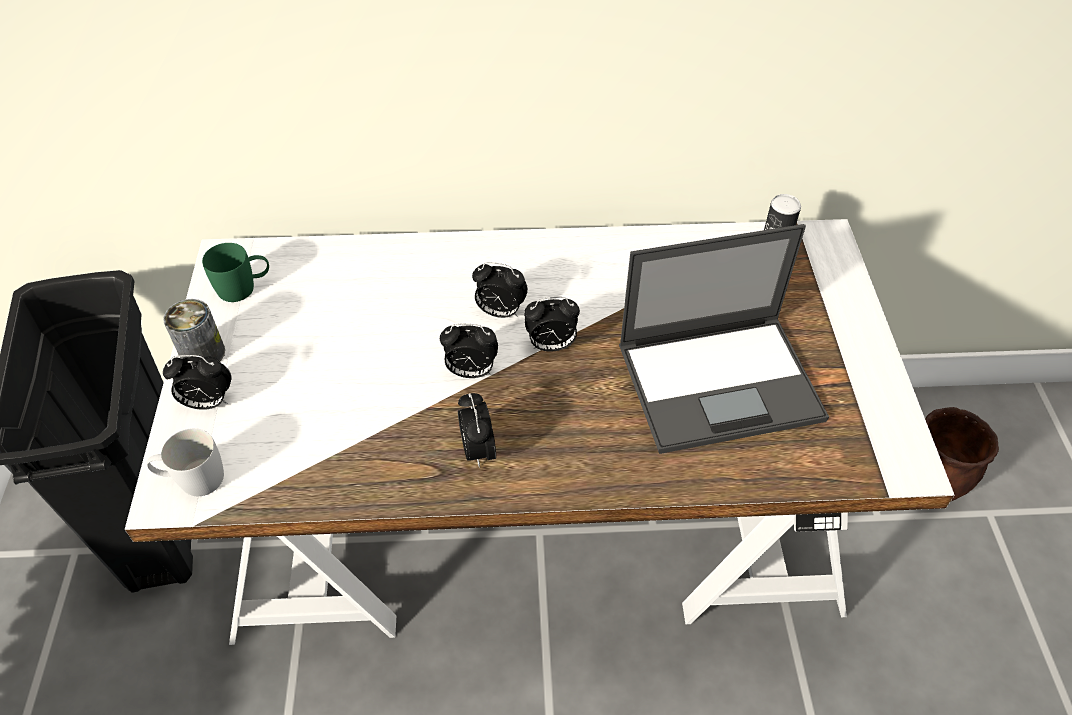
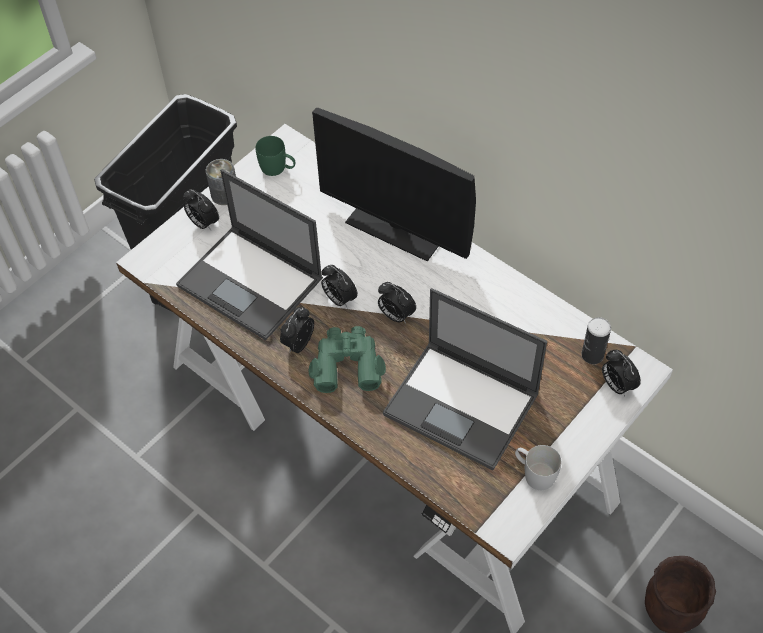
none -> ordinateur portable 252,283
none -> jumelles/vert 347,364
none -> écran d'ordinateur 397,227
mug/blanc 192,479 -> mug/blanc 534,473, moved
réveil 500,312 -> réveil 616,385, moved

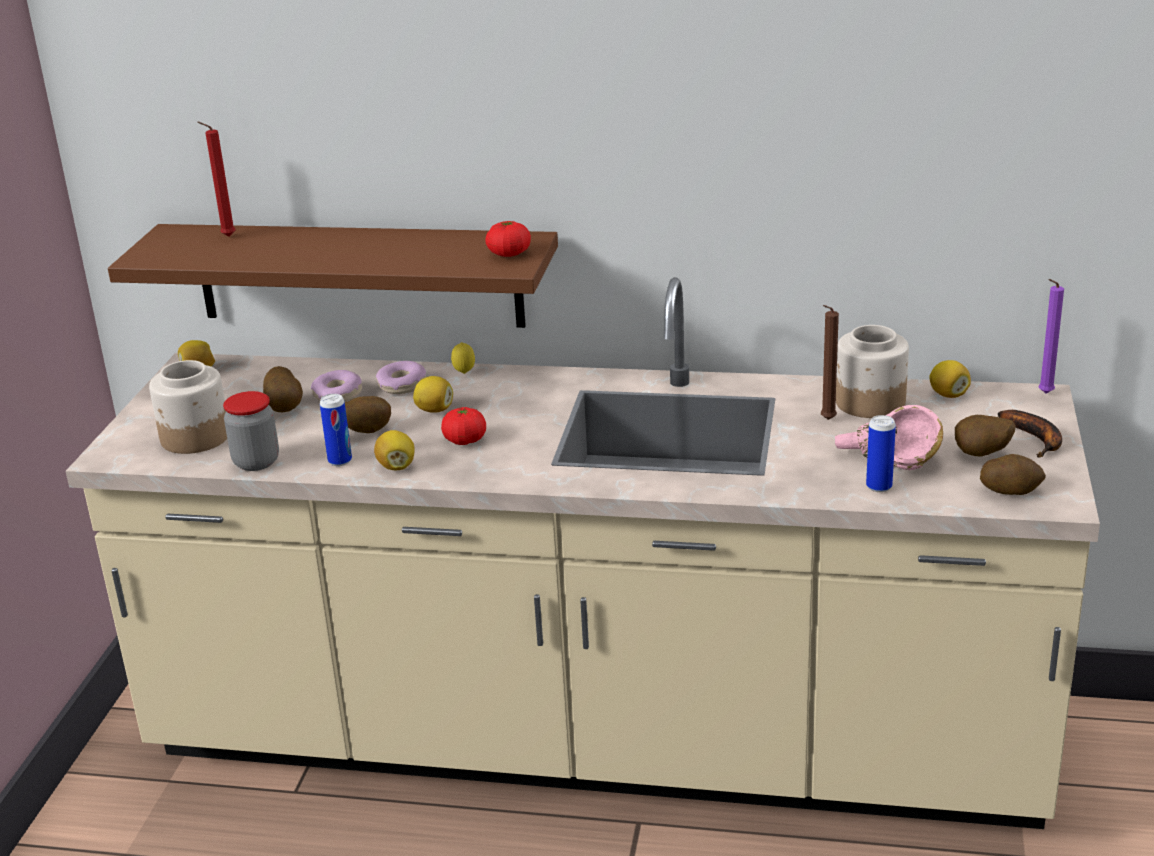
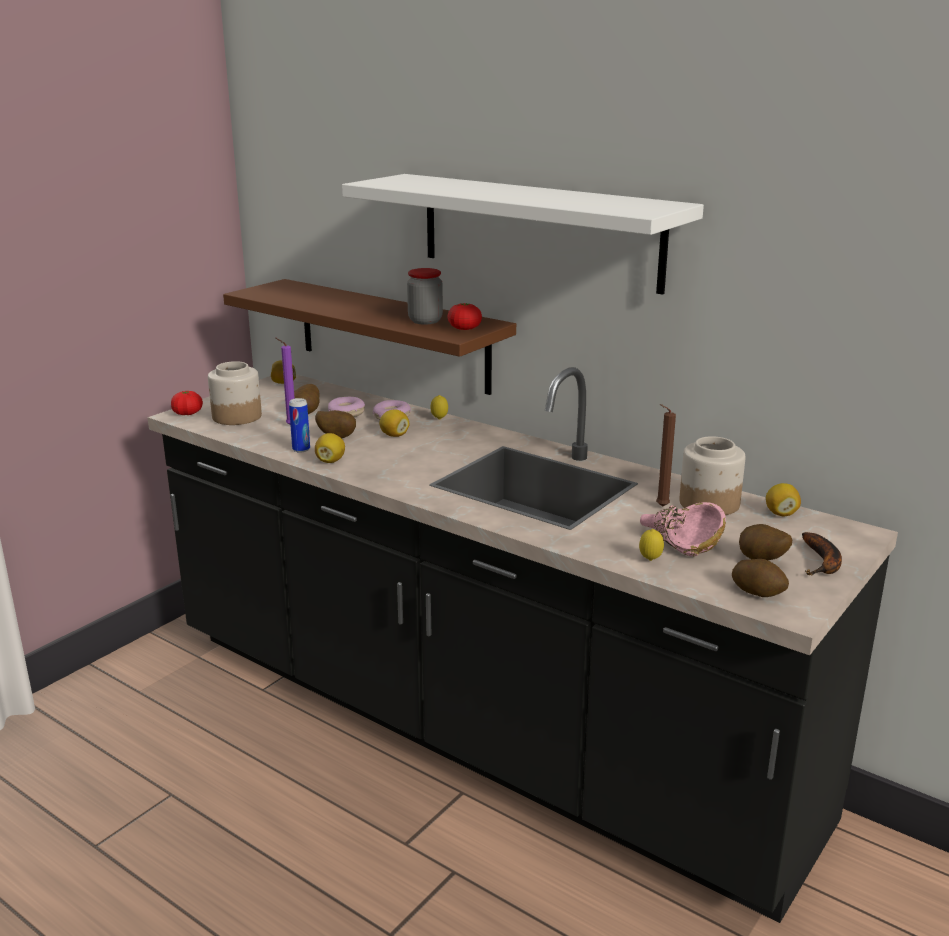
bougie/rouge 226,237 -> none
none -> étagère/blanc 539,231
bocal 256,462 -> bocal 425,321, moved
tomate 465,440 -> tomate 187,413, moved
bougie/violet 1043,394 -> bougie/violet 289,426, moved
boîte métallique 879,486 -> citron 650,560
comptoir de cuisine/beige 594,744 -> comptoir de cuisine/noir 474,728

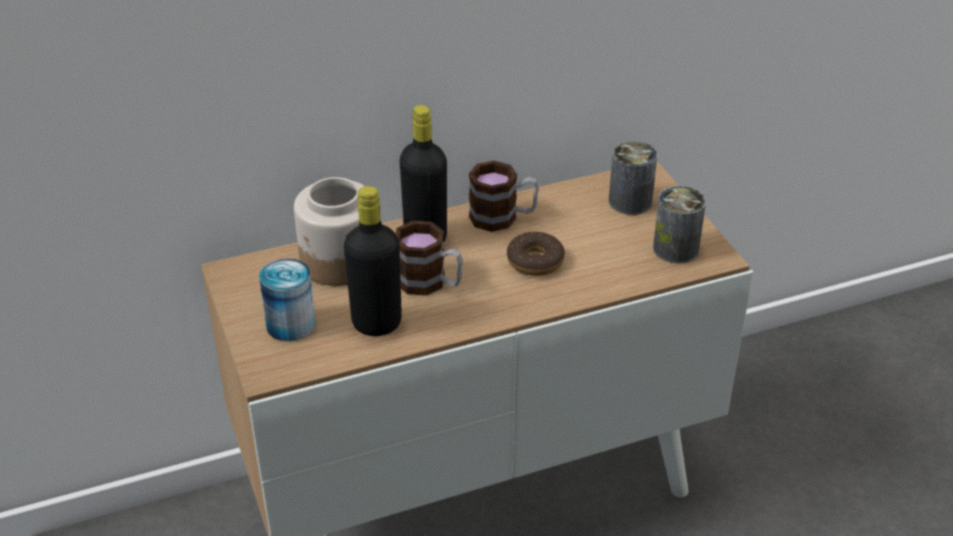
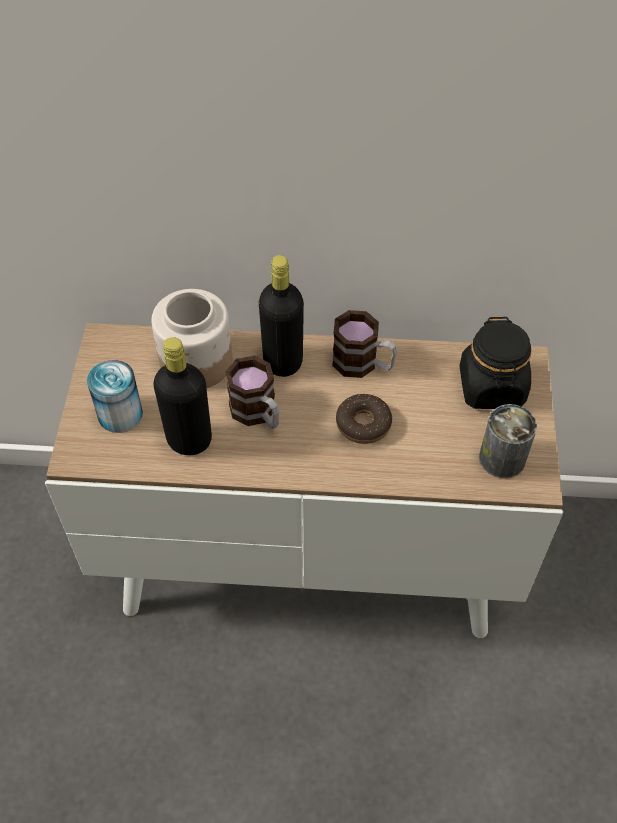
boîte métallique 630,201 -> bocal/noir 491,387

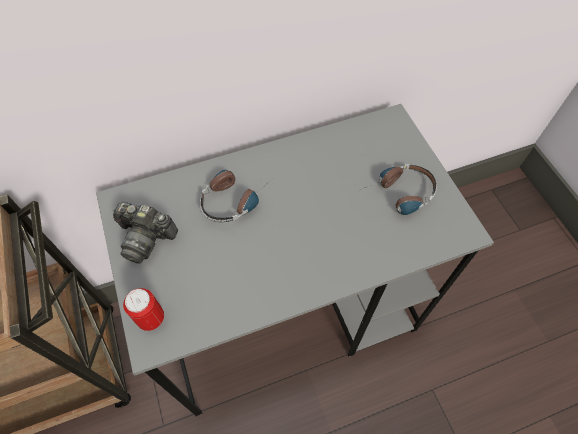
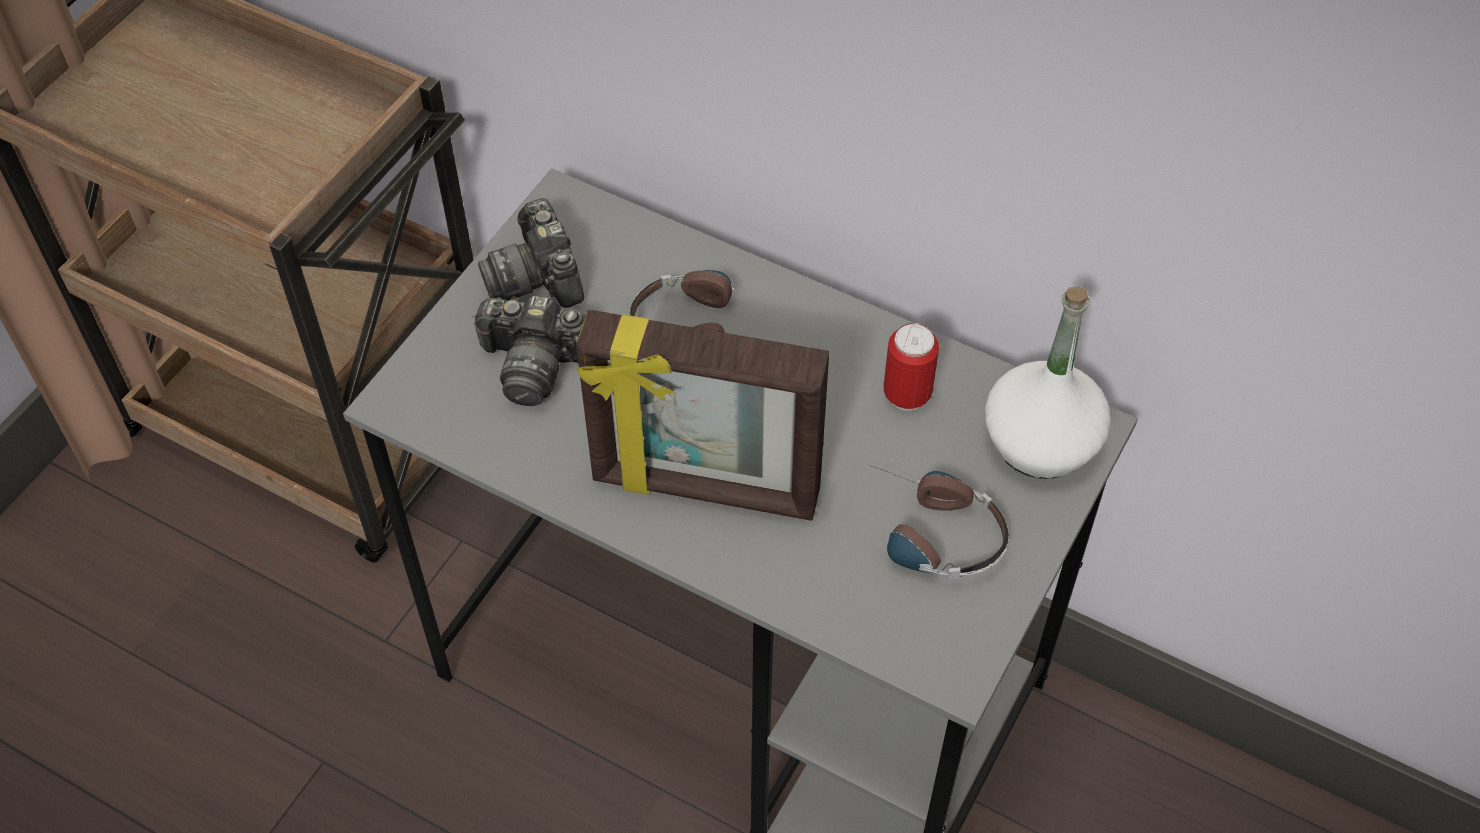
none -> appareil photo 533,365
none -> cadre photo 705,489
none -> bouteille/blanc 1040,441
boîte métallique 151,318 -> boîte métallique 907,395, moved

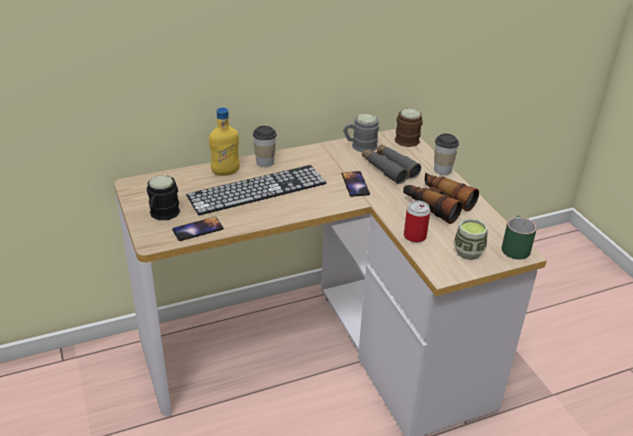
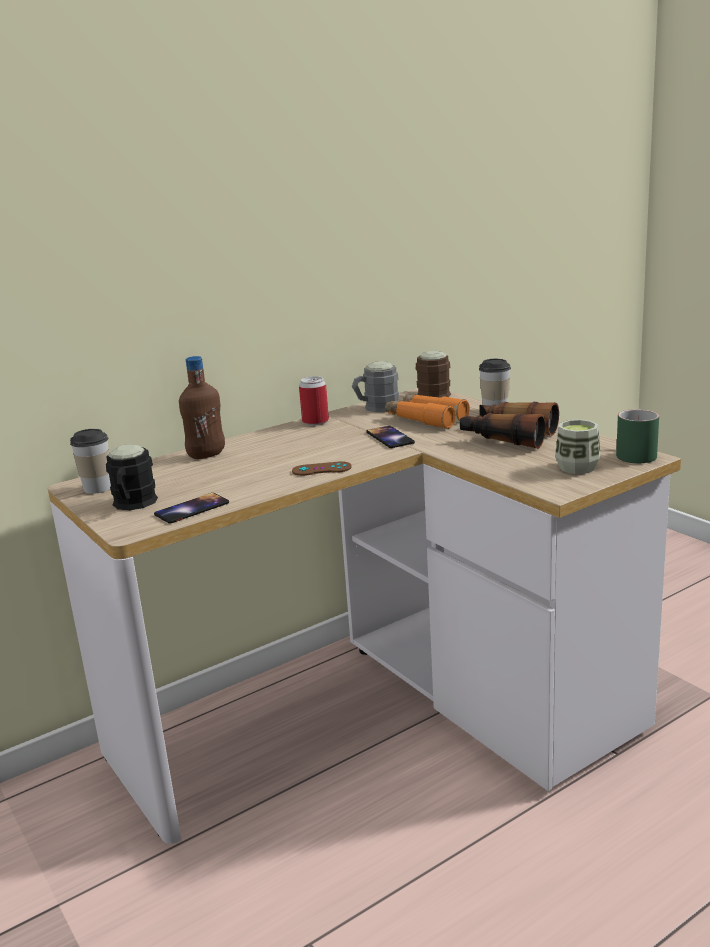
clavier 257,189 -> none
none -> manette/marron 321,469
tasse 265,162 -> tasse 98,488, moved
boîte métallique 414,236 -> boîte métallique 315,421, moved
bouteille/jaune 225,172 -> bouteille/marron 206,455
jumelles/gris 389,168 -> jumelles/orange 426,419

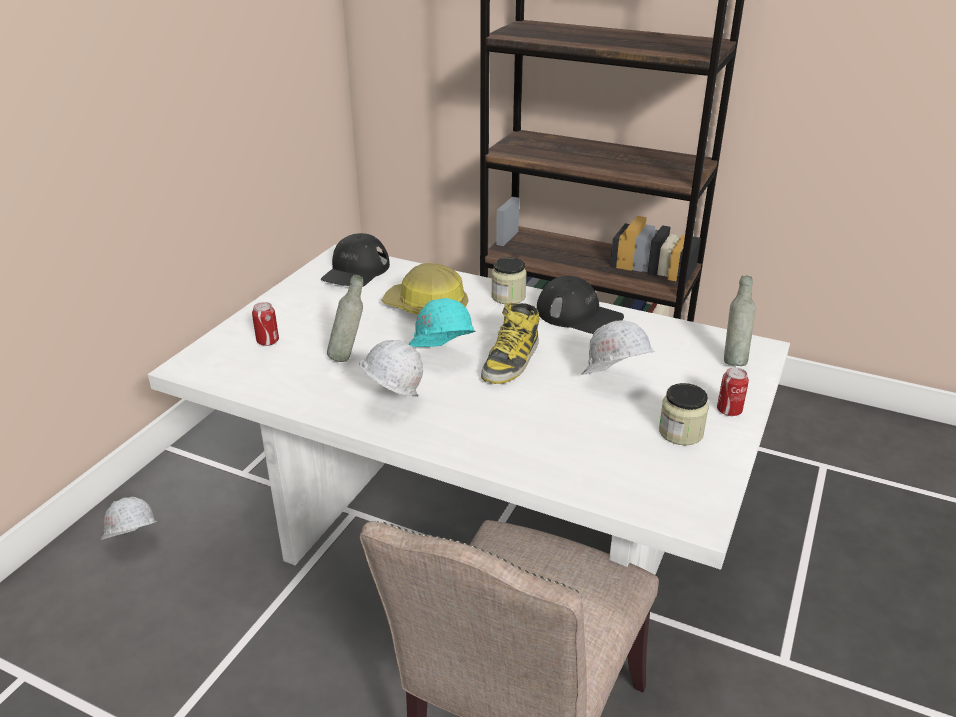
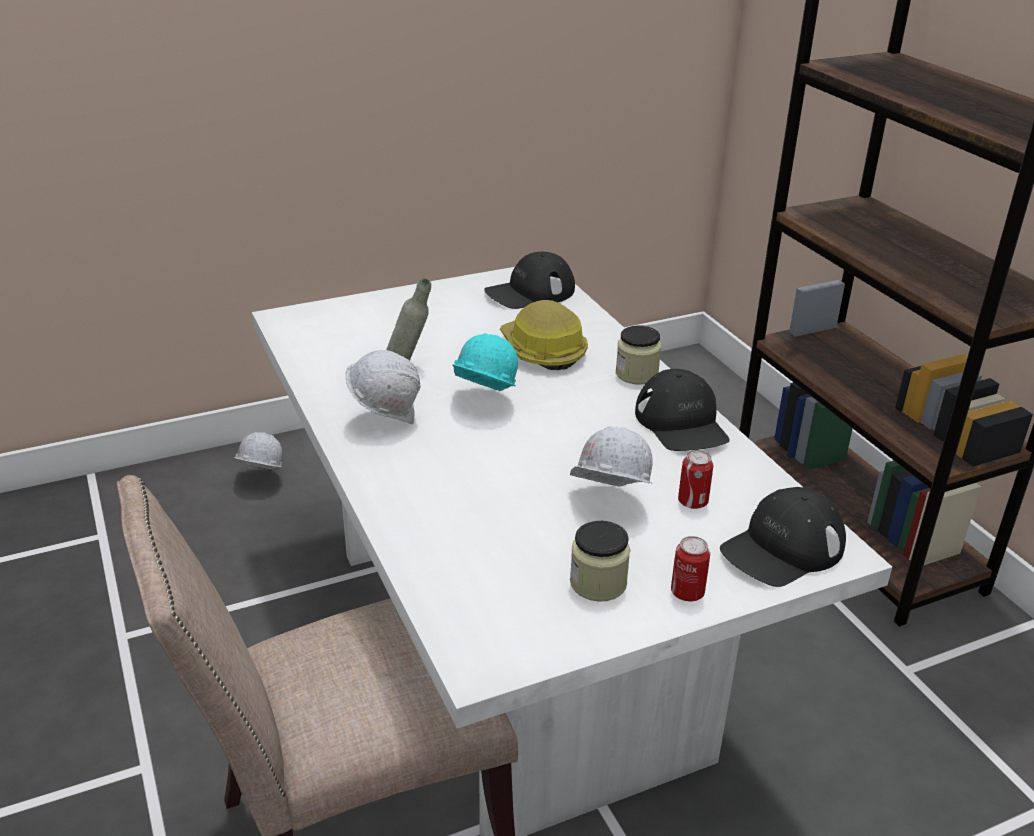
botte 511,361 -> none
boîte métallique 268,341 -> boîte métallique 692,502, moved
bouteille/gris 733,360 -> casquette/noir 782,548

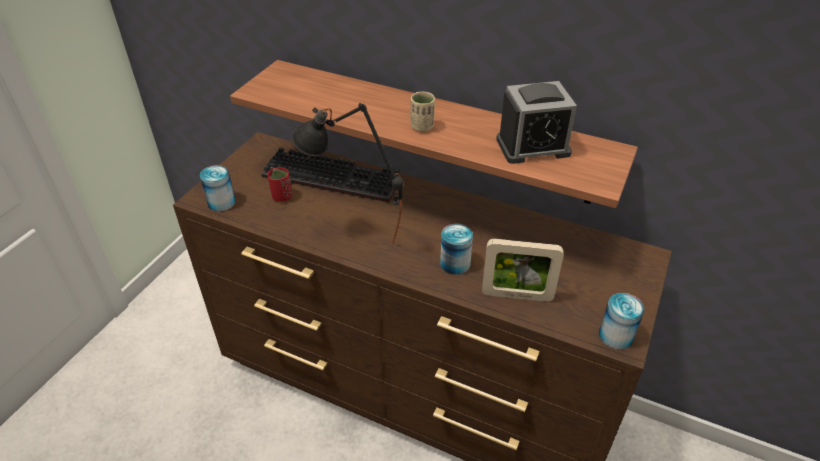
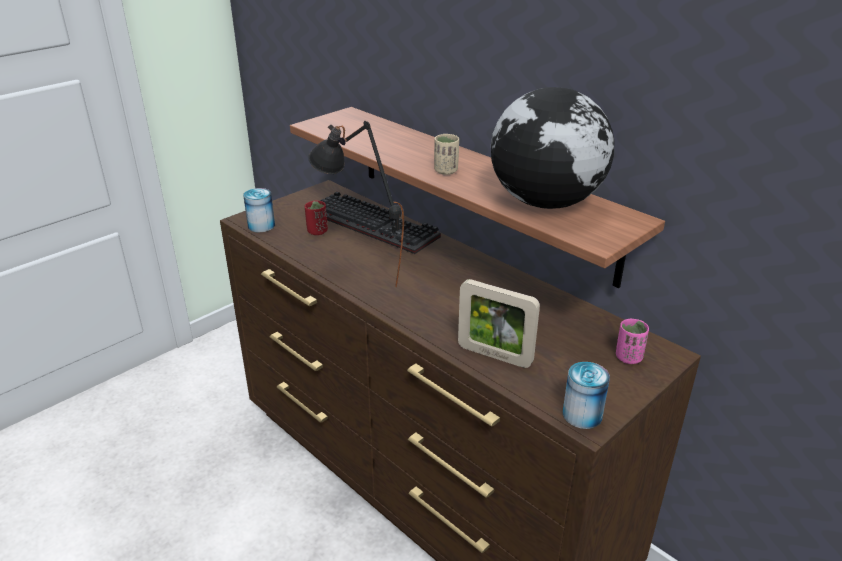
boîte métallique 455,263 -> none
none -> tasse/rose 628,357
réveil 533,147 -> globe 547,202

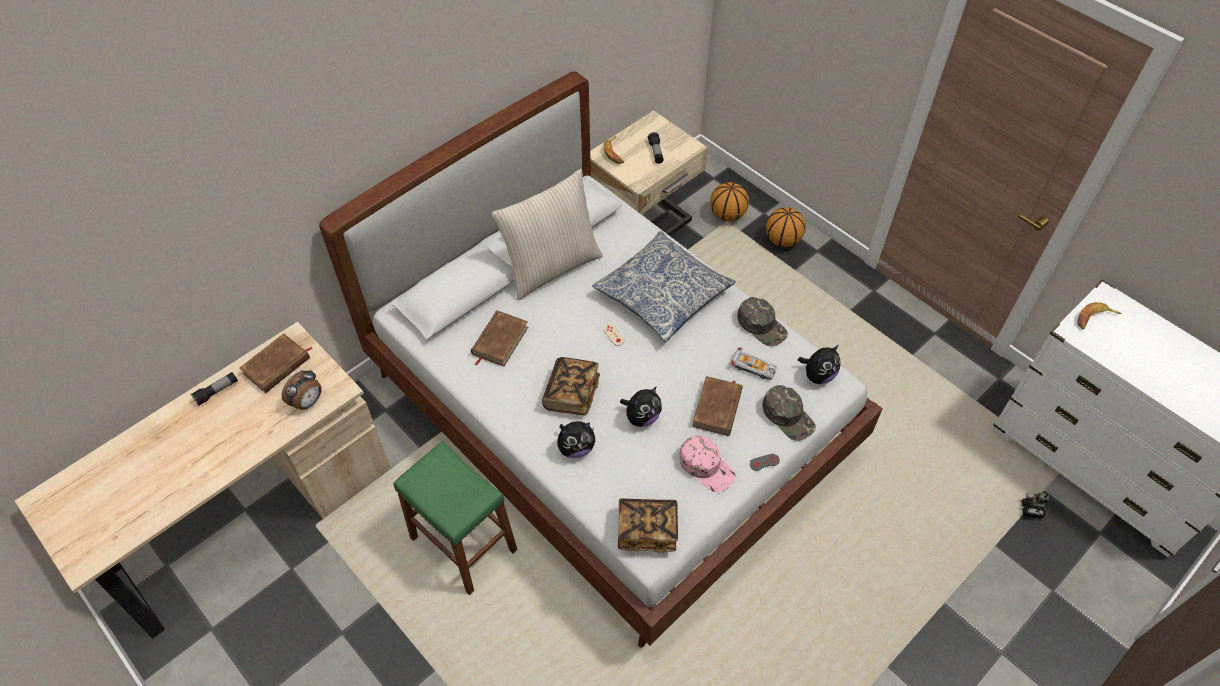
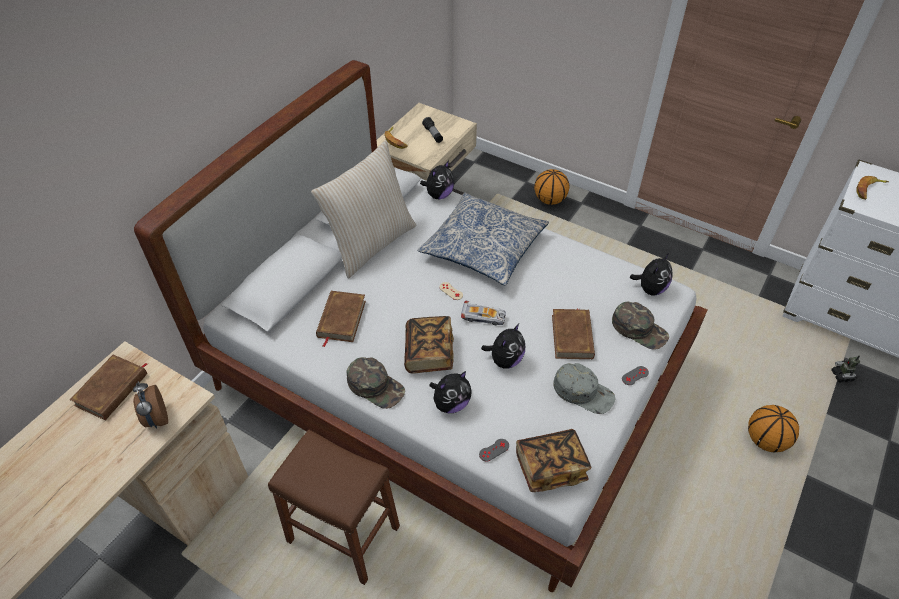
lampe de poche 217,392 -> none
none -> peluche 439,195
none -> manette/gris 494,450
ballon de basket 728,215 -> ballon de basket 766,440, moved
petite voiture 753,367 -> petite voiture 483,316, moved
casquette/vert 762,325 -> casquette/vert 376,386, moved
tabouret/vert 463,544 -> tabouret/marron 343,534
casquette/rose 706,466 -> casquette/gris 583,392
réveil 308,402 -> réveil 156,419, 135 degrees clockwise

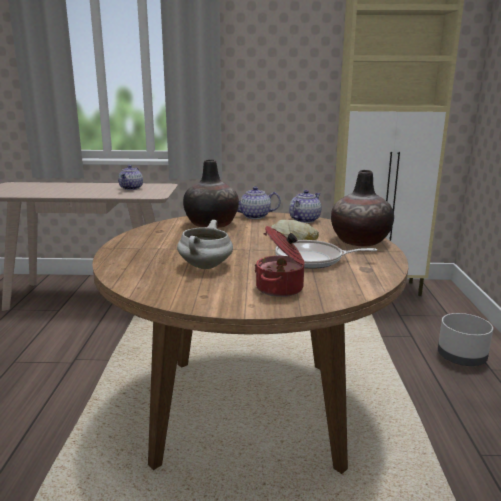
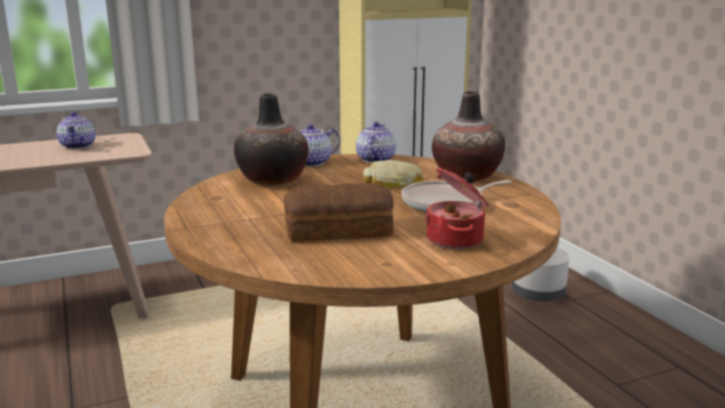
marmite/blanc 205,267 -> pain 340,231

